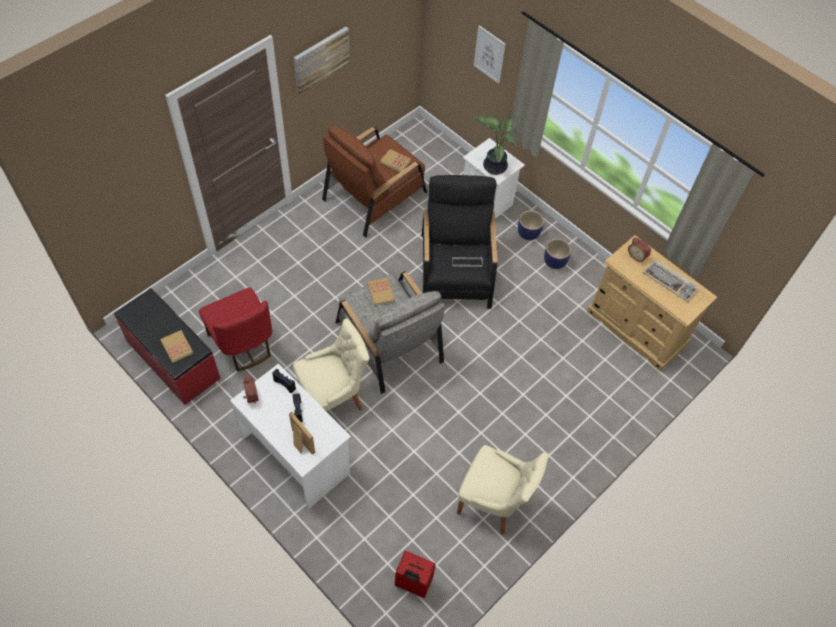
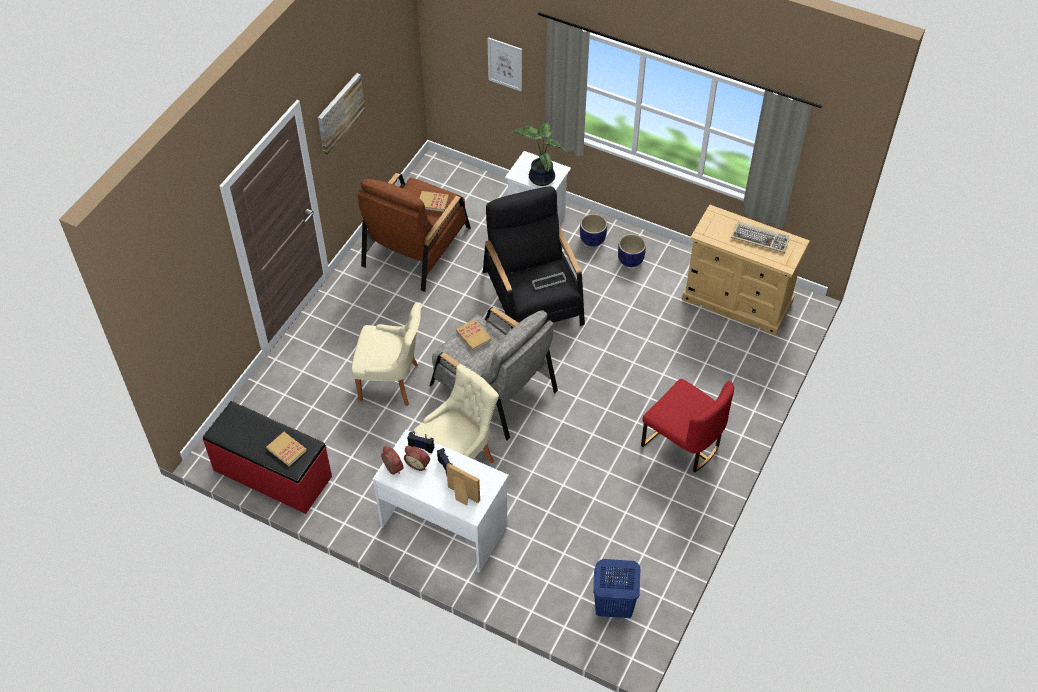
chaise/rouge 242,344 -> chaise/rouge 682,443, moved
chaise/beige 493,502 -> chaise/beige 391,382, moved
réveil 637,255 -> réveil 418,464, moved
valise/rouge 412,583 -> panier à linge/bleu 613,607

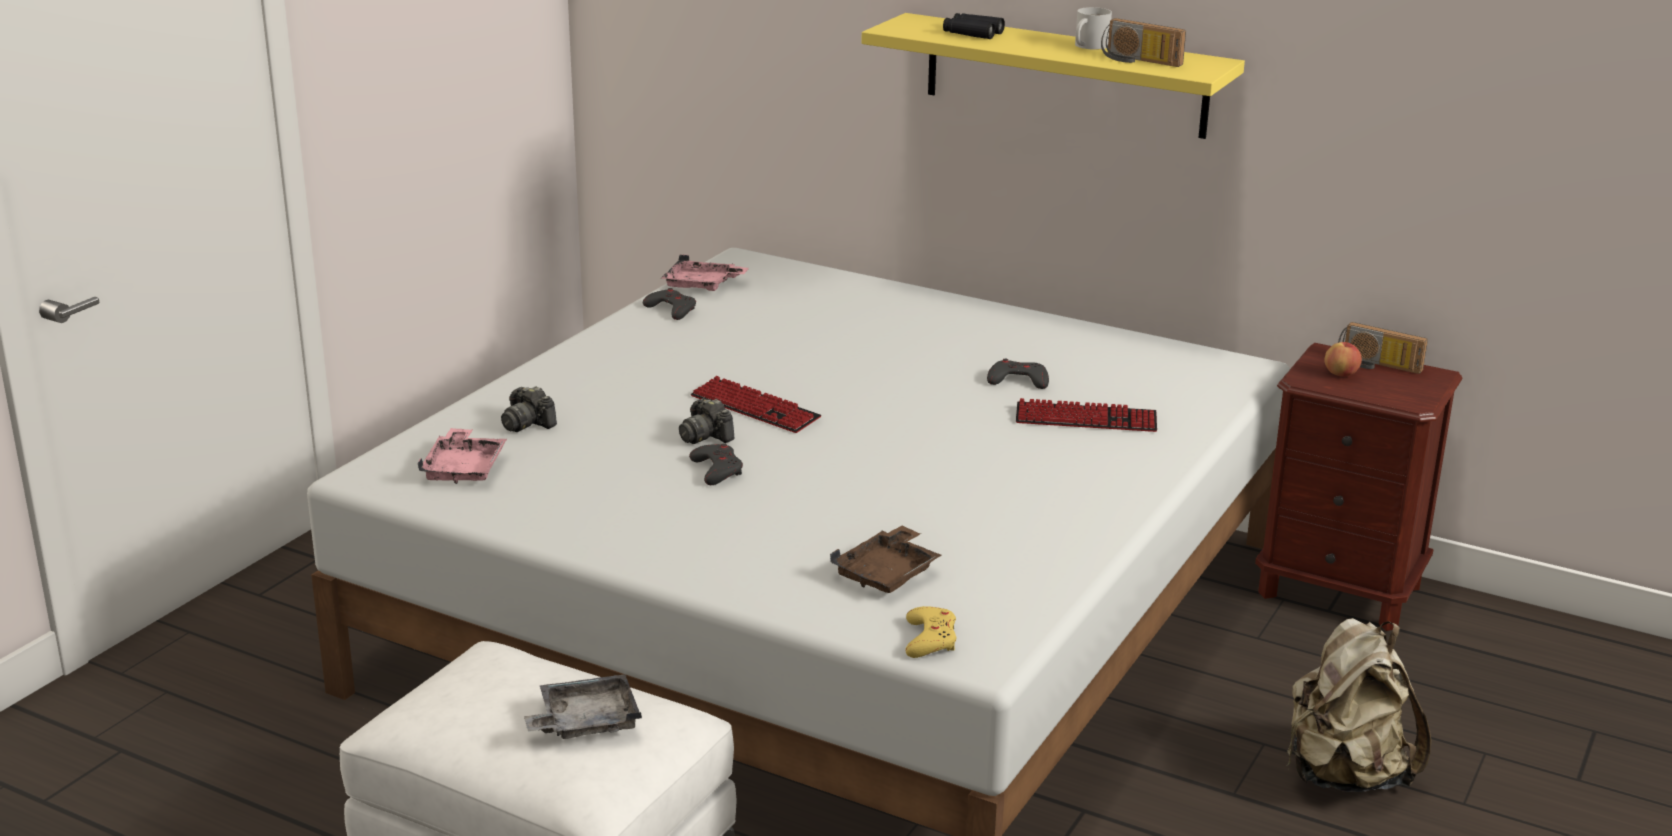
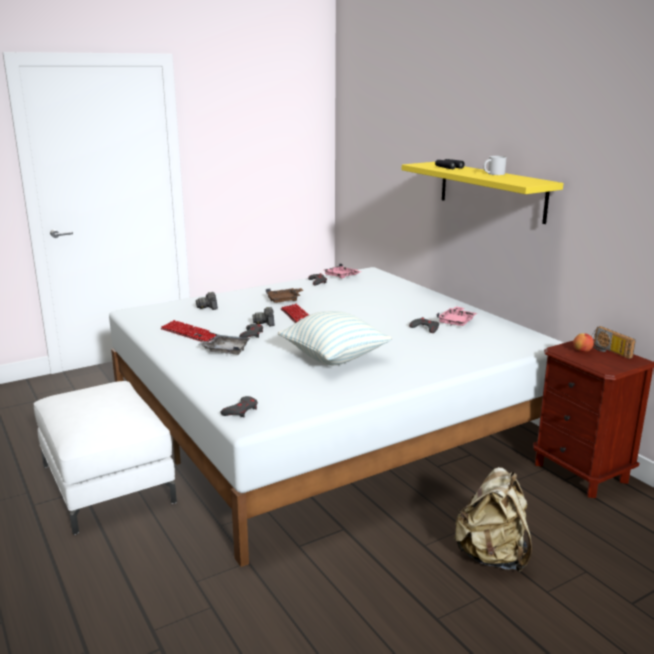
radio 1138,61 -> none
none -> coussin 334,358
plateau/rose 464,469 -> plateau/rose 457,322, moved
plateau/gris 585,722 -> plateau/gris 226,350, moved
plateau/marron 888,574 -> plateau/marron 284,300, moved
clavier 1086,419 -> clavier 189,333, moved
manette/jaune 930,639 -> manette/gris 241,410

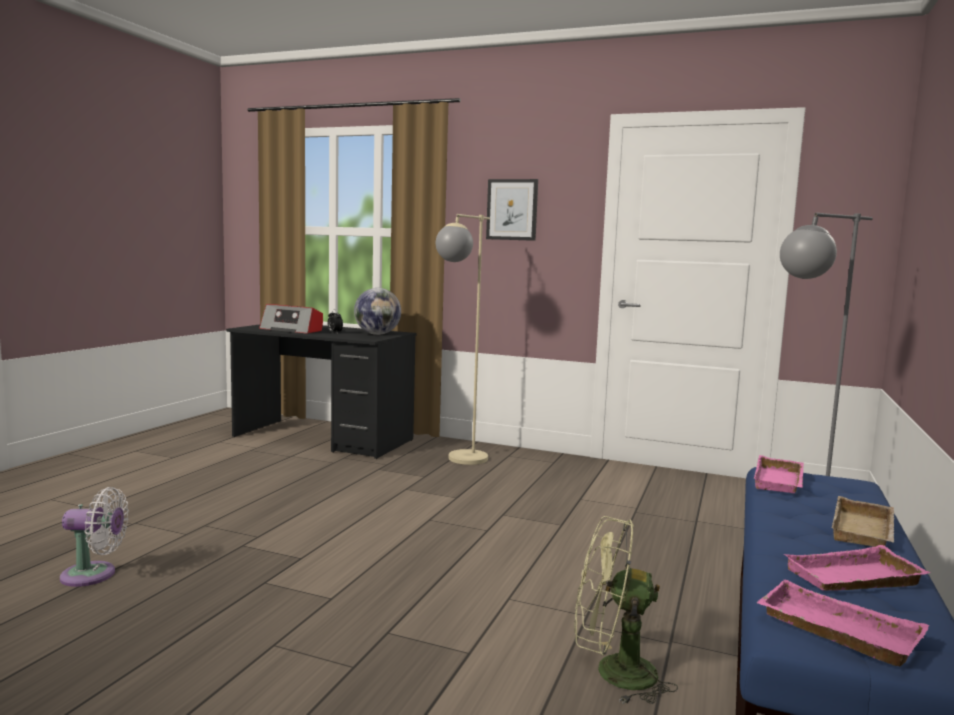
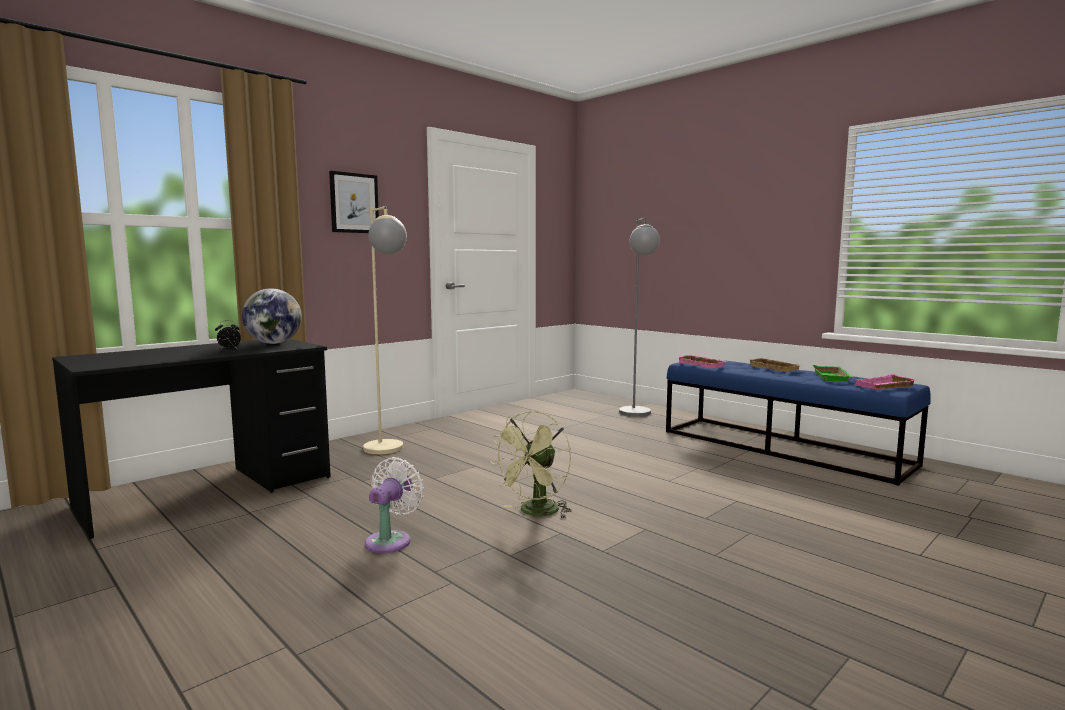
radio 292,330 -> none
ventilateur/blanc 94,575 -> ventilateur/blanc 391,540, moved
ventilateur/vert 612,673 -> ventilateur/vert 535,513, moved
plateau/rose 854,580 -> plateau/vert 833,377

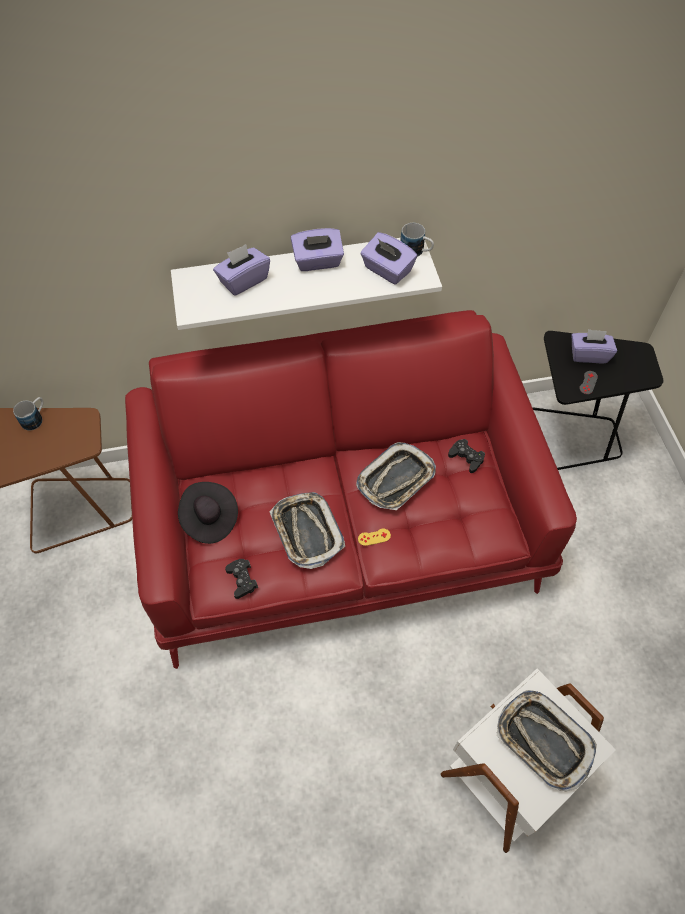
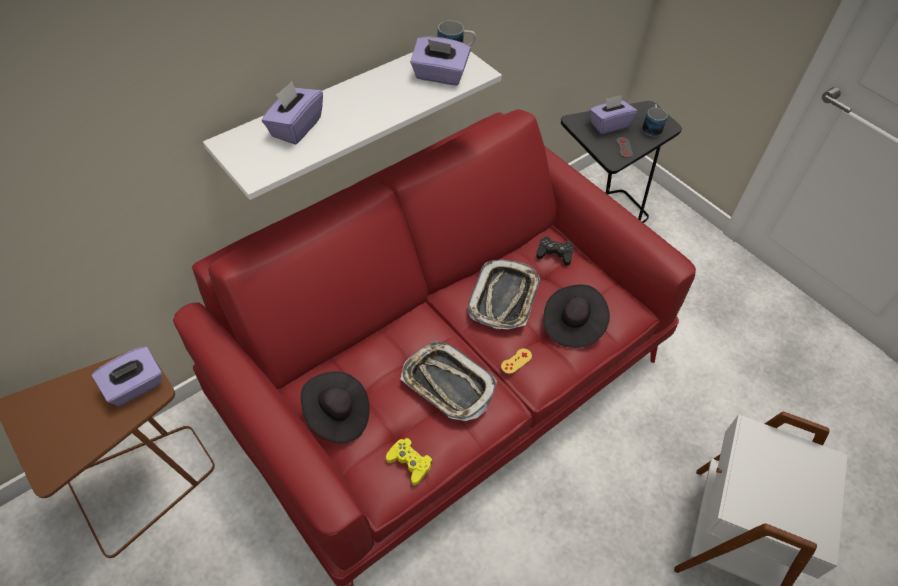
plateau 543,741 -> none
none -> chapeau/noir 572,324
mug 35,418 -> mug 651,127, moved
boîte à mouchoirs/violet 318,262 -> boîte à mouchoirs/violet 135,386, moved
manette/noir 242,580 -> manette/jaune 409,463

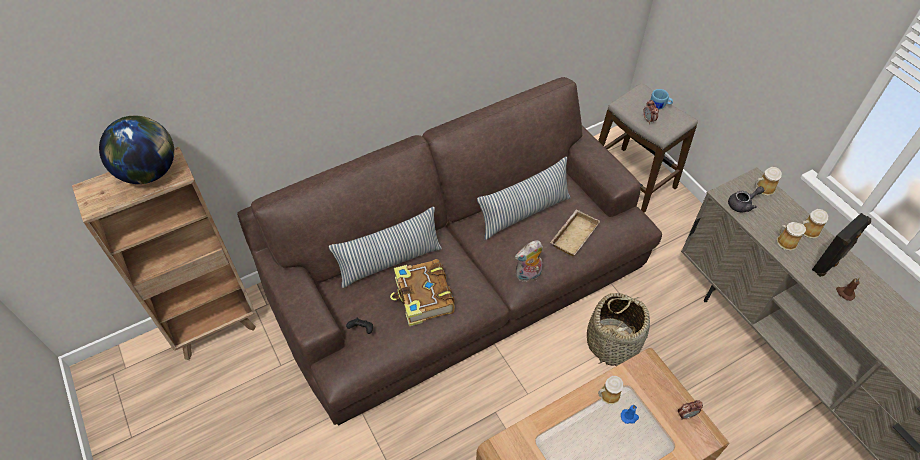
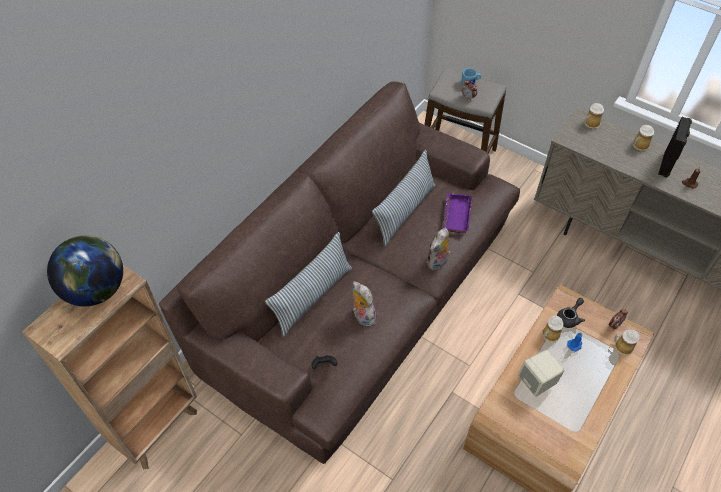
panier 613,342 -> none
none -> enceinte/beige 536,382
théière/gris 742,204 -> théière/gris 569,318, moved
mug 785,241 -> mug 622,346, moved
livre 423,298 -> peluche 362,316
plateau/beige 573,234 -> plateau/violet 455,215

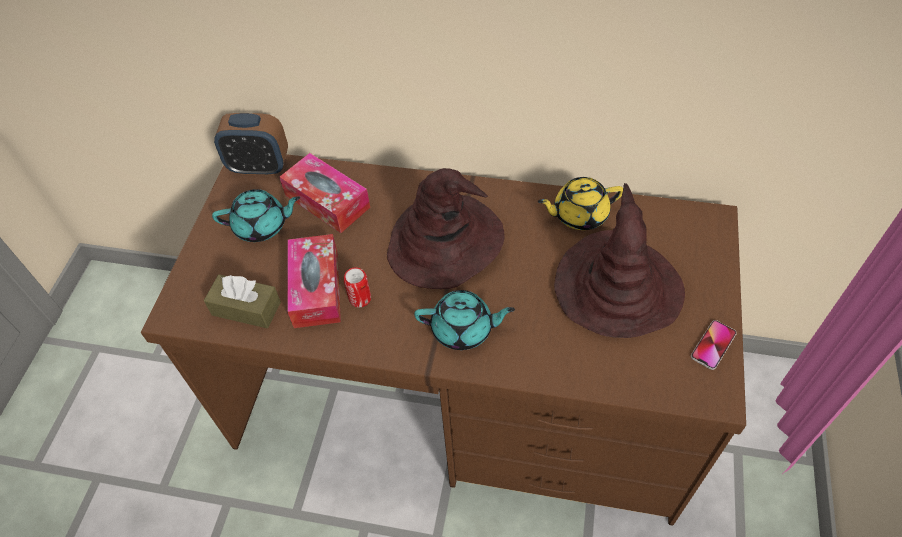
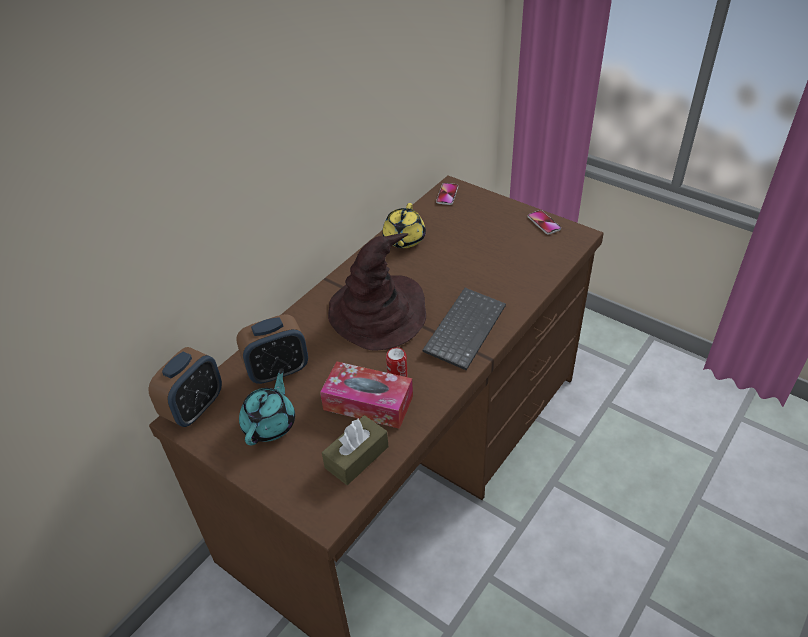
chapeau/marron 617,288 -> none
none -> téléphone 447,194
boîte à mouchoirs 327,201 -> réveil 278,371
théière/turquoise 463,329 -> clavier 464,328

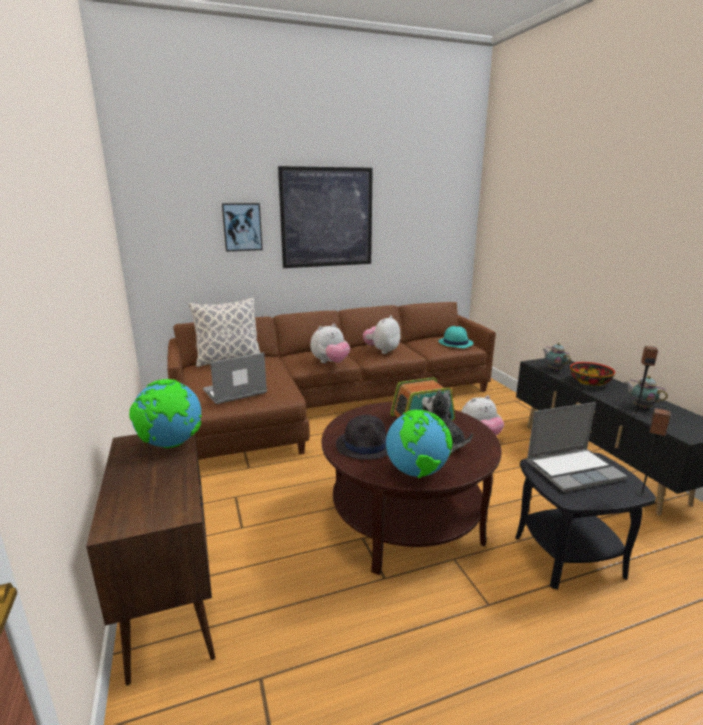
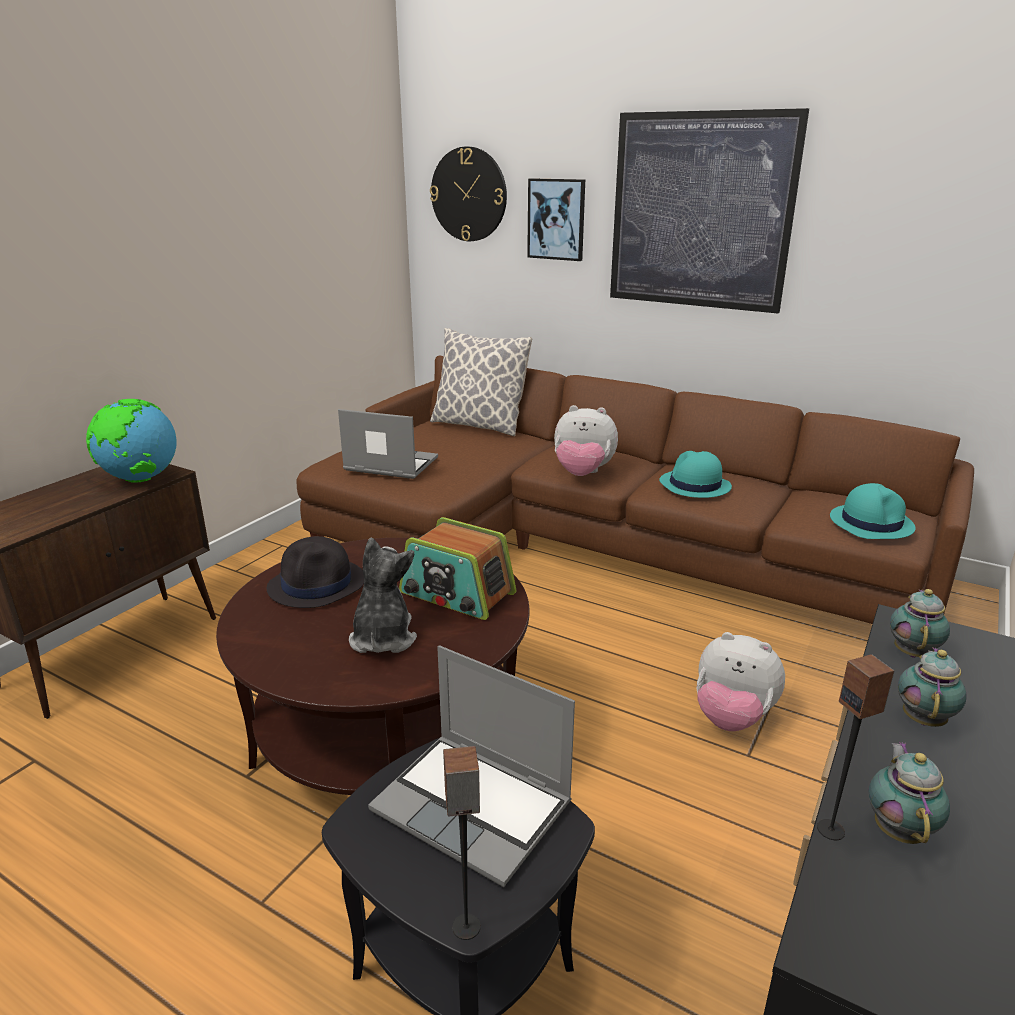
globe 417,472 -> none
none -> horloge murale 469,194
peluche 382,351 -> chapeau/turquoise 694,485
bol 590,382 -> théière 923,718

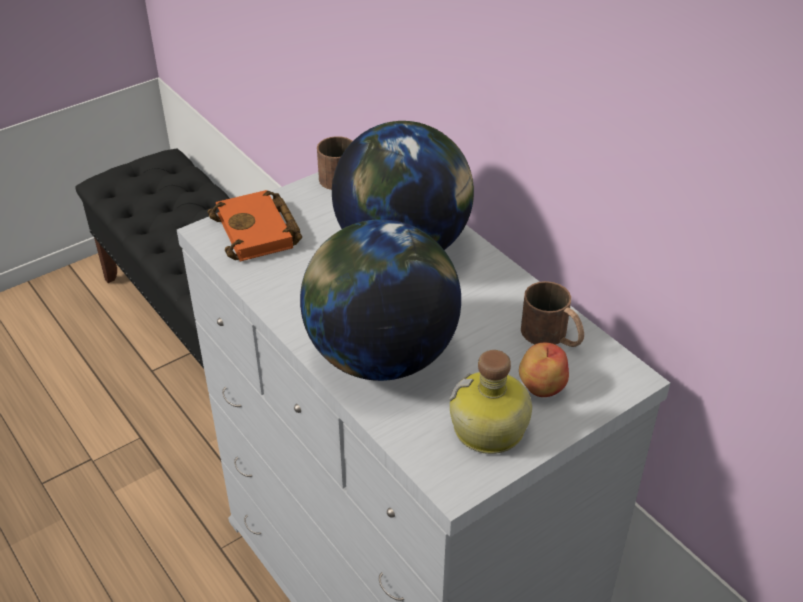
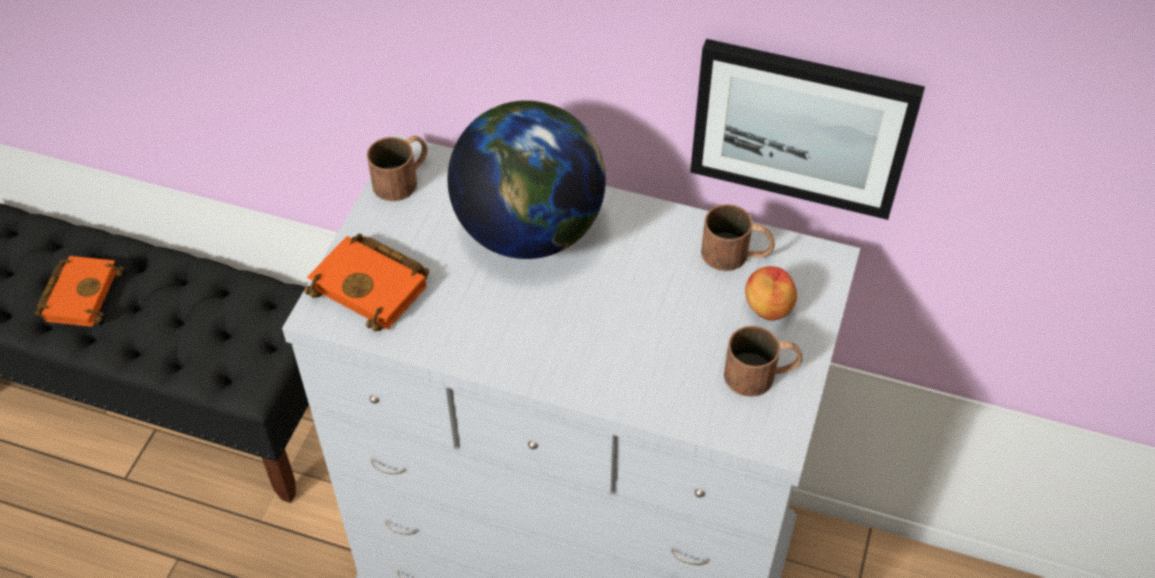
globe 380,356 -> none
none -> livre/orange 80,293
none -> tableau 801,127
bouteille 489,430 -> mug/marron 762,374

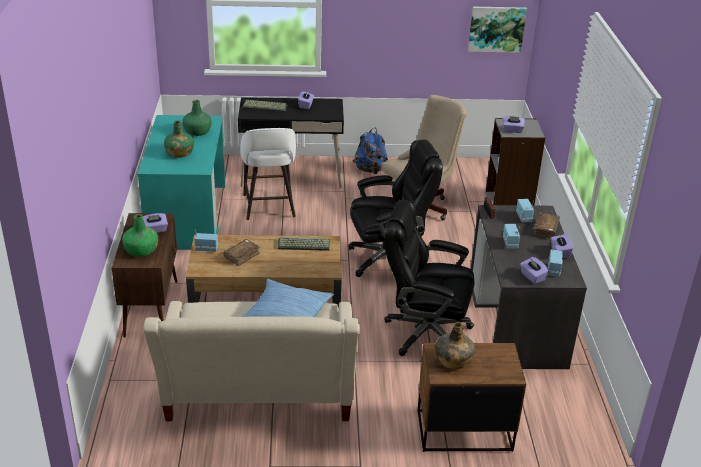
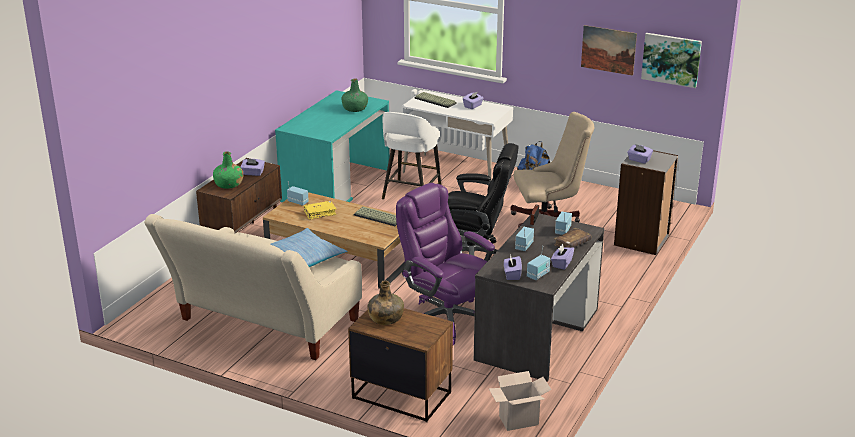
bouteille/vert 179,153 -> none
none -> carton 518,421
none -> tableau 608,50
livre/marron 242,256 -> livre/jaune 320,213
bureau/noir 291,175 -> bureau/blanc 456,173
chaise de bureau/noir 425,332 -> chaise de bureau/violet 446,319

